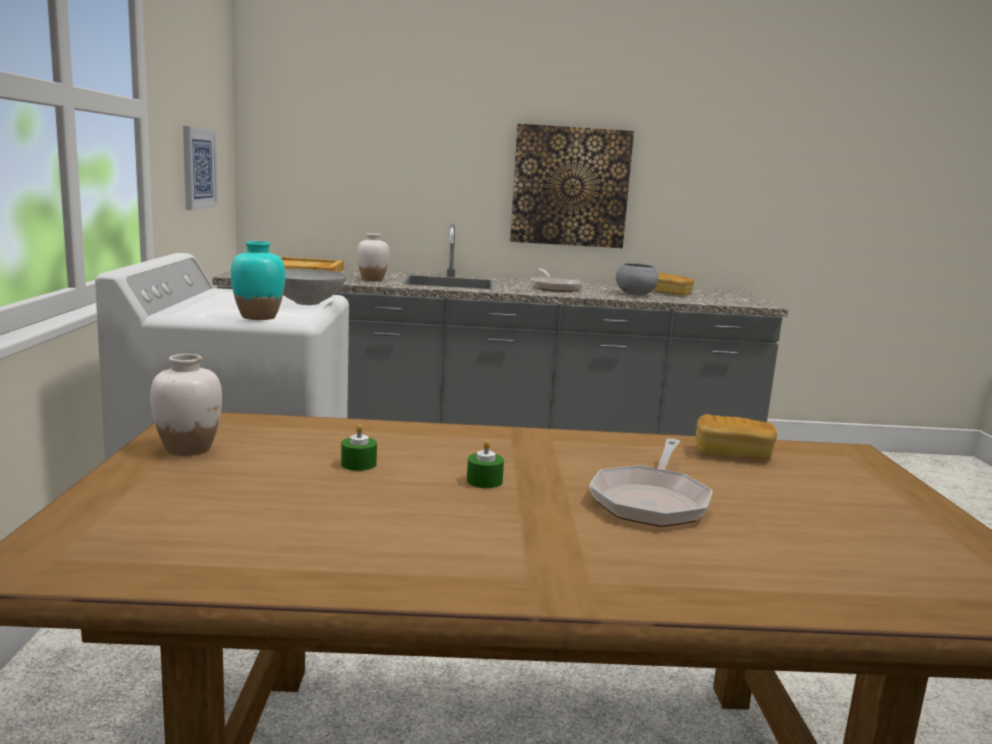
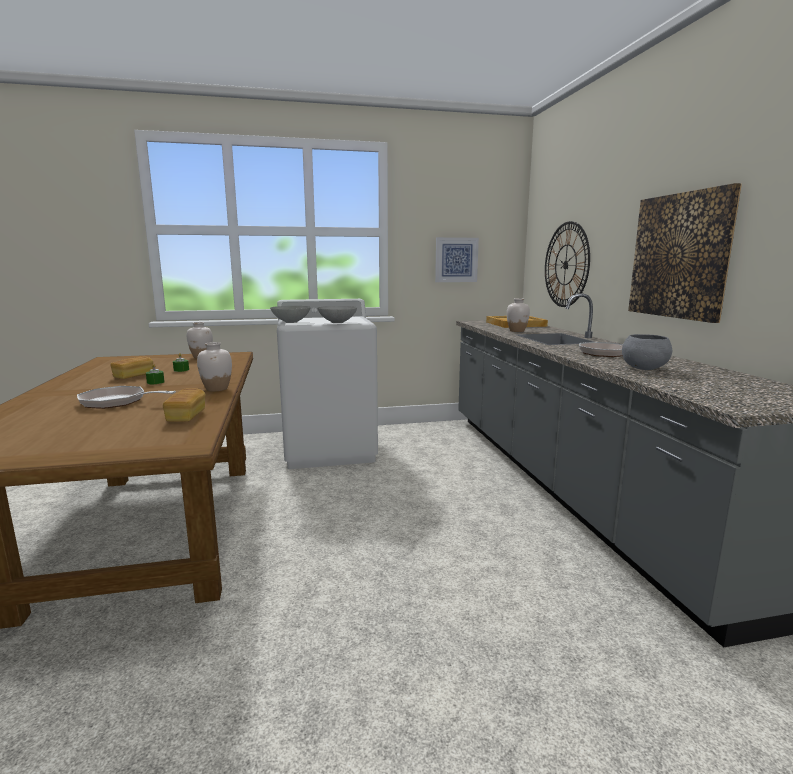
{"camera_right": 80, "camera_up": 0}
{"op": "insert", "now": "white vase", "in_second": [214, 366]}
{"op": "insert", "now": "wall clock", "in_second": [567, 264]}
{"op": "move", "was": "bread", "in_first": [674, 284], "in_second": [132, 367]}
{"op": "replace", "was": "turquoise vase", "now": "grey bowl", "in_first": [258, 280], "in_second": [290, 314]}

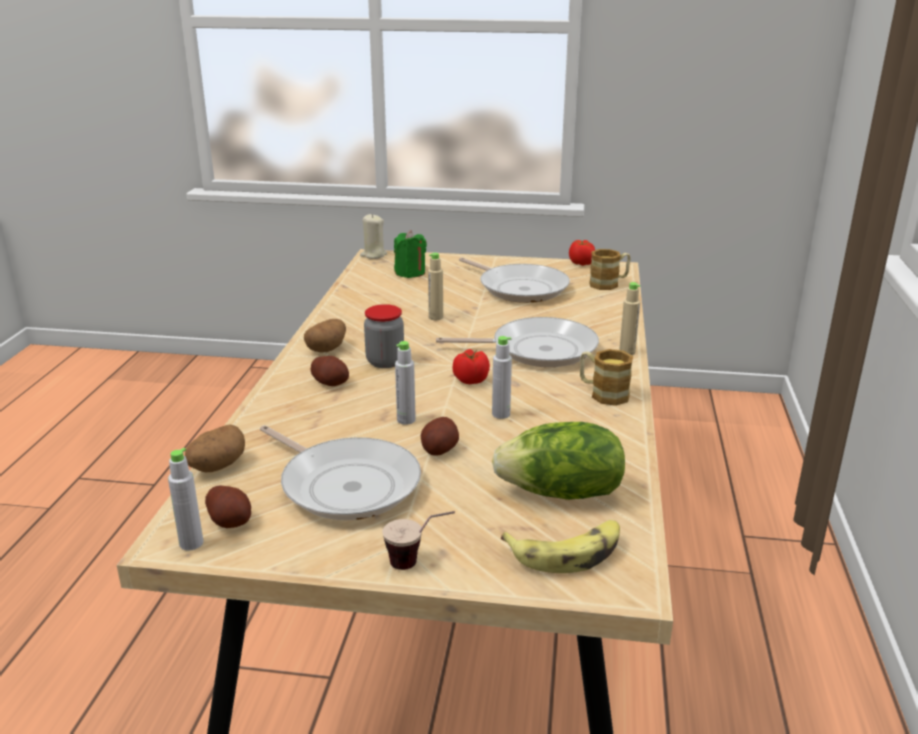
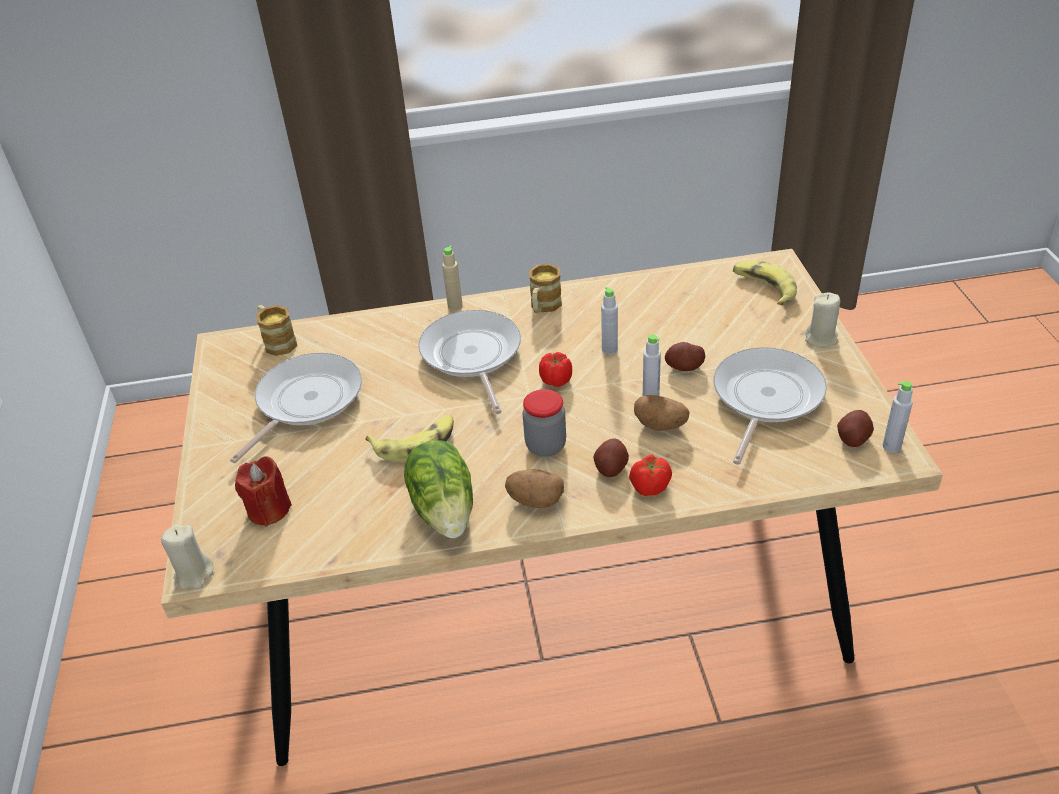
{"camera_right": -105, "camera_up": 15}
{"op": "move", "was": "potato", "in_first": [215, 448], "in_second": [662, 413]}
{"op": "move", "was": "lettuce", "in_first": [558, 461], "in_second": [438, 489]}
{"op": "move", "was": "tomato", "in_first": [582, 253], "in_second": [650, 475]}
{"op": "replace", "was": "cup", "now": "beige candle", "in_first": [418, 540], "in_second": [822, 320]}
{"op": "replace", "was": "beige bottle", "now": "banana", "in_first": [435, 286], "in_second": [410, 438]}
{"op": "recolor", "was": "green candle", "now": "red candle", "in_first": [410, 254], "in_second": [263, 491]}

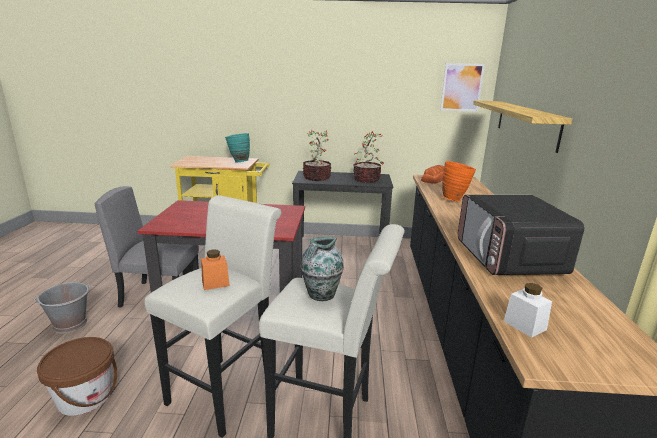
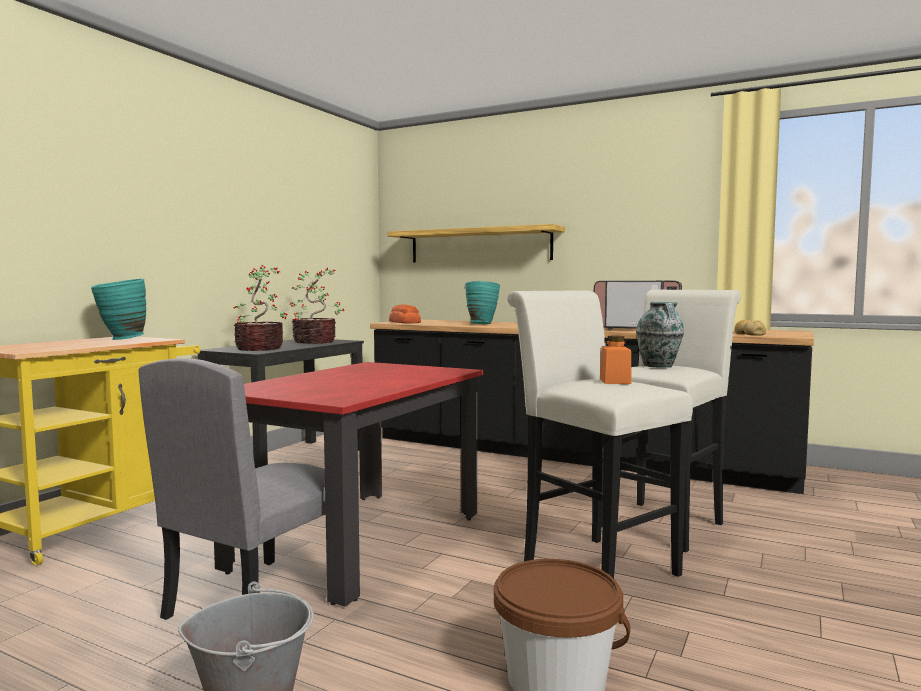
{"camera_right": -65, "camera_up": -15}
{"op": "delete", "was": "picture", "in_first": [462, 87]}
{"op": "replace", "was": "white jar", "now": "bread", "in_first": [528, 310], "in_second": [750, 328]}
{"op": "recolor", "was": "orange vase", "now": "turquoise vase", "in_first": [459, 181], "in_second": [482, 302]}

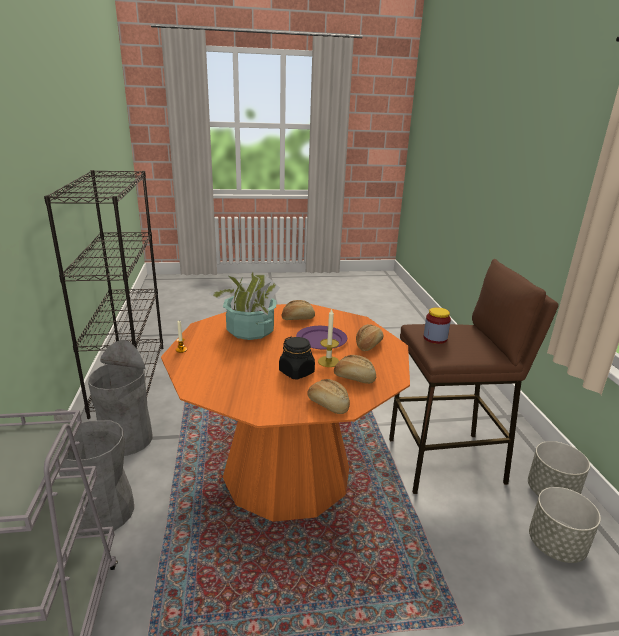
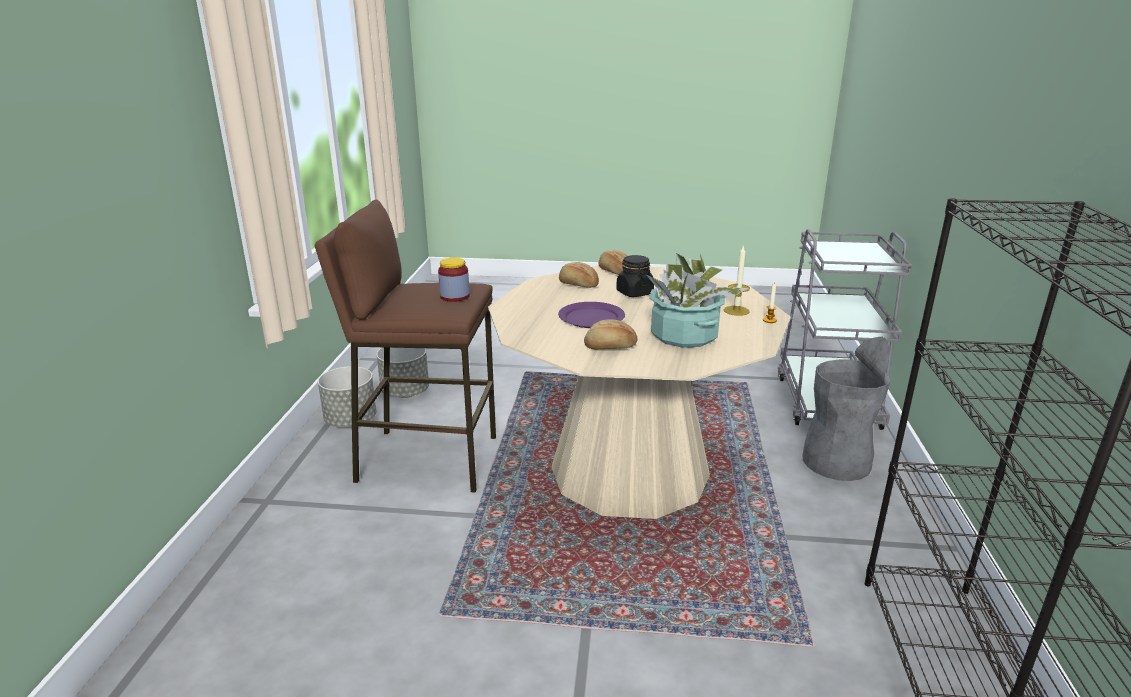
{"camera_right": -165, "camera_up": 0}
{"op": "delete", "was": "grey trash can", "in_first": [120, 398]}
{"op": "delete", "was": "bread", "in_first": [369, 337]}
{"op": "move", "was": "candle", "in_first": [328, 338], "in_second": [737, 280]}
{"op": "recolor", "was": "orange dining table", "now": "beige dining table", "in_first": [285, 413], "in_second": [639, 392]}

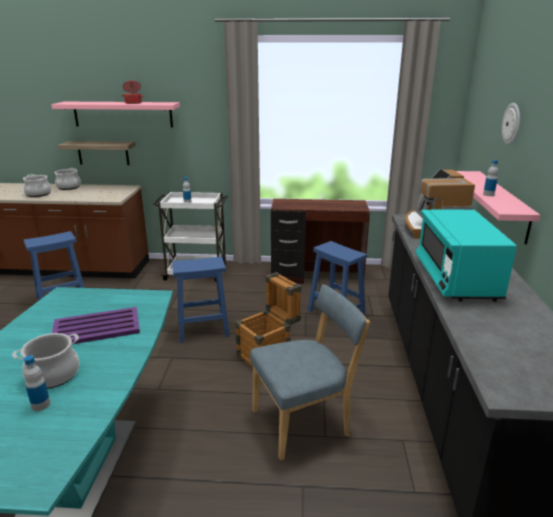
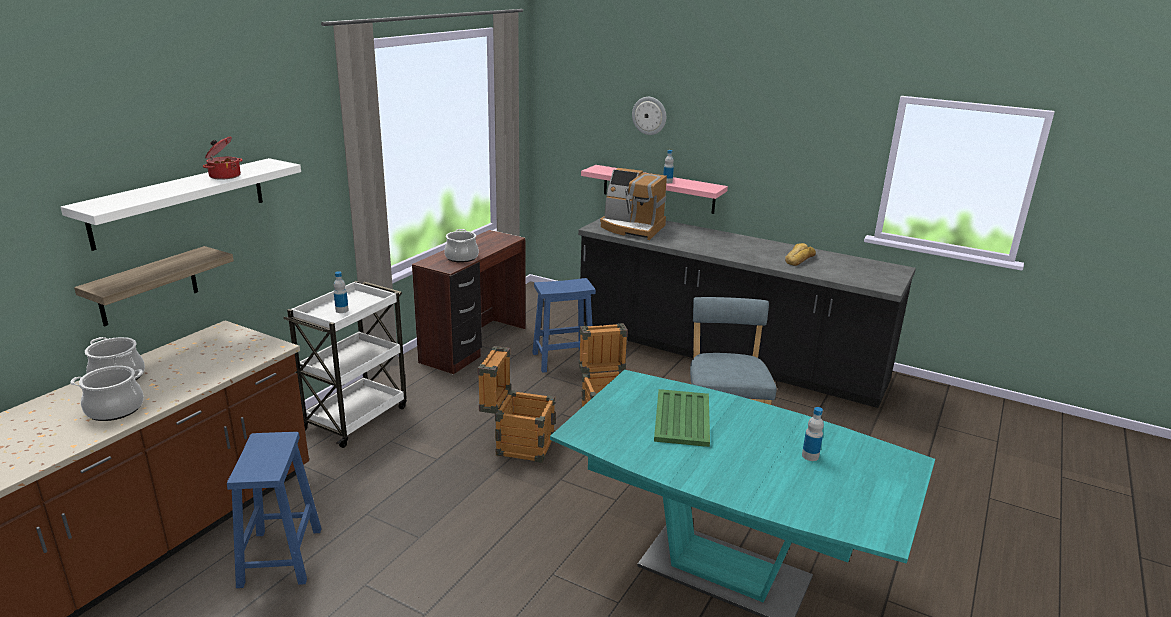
{"camera_right": -65, "camera_up": 0}
{"op": "delete", "was": "turquoise microwave", "in_first": [466, 256]}
{"op": "insert", "now": "bread", "in_second": [800, 254]}
{"op": "move", "was": "cooking pot", "in_first": [46, 361], "in_second": [461, 246]}
{"op": "replace", "was": "blue stool", "now": "crate", "in_first": [201, 300], "in_second": [517, 404]}
{"op": "recolor", "was": "pink shelf", "now": "white shelf", "in_first": [115, 114], "in_second": [181, 204]}
{"op": "recolor", "was": "purple tray", "now": "green tray", "in_first": [96, 325], "in_second": [682, 418]}

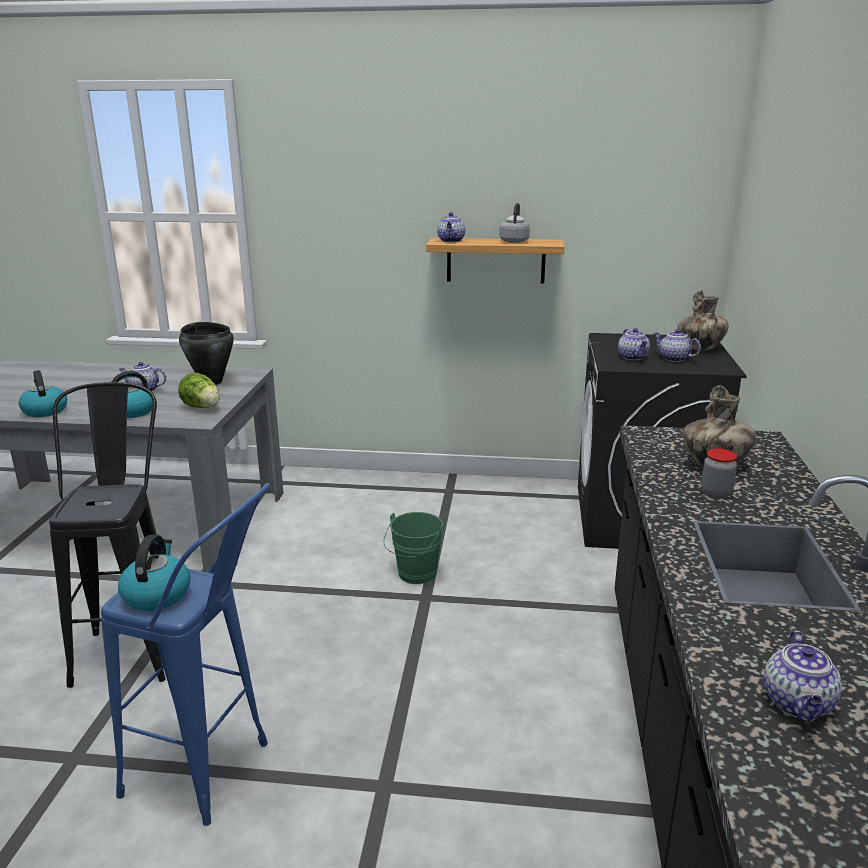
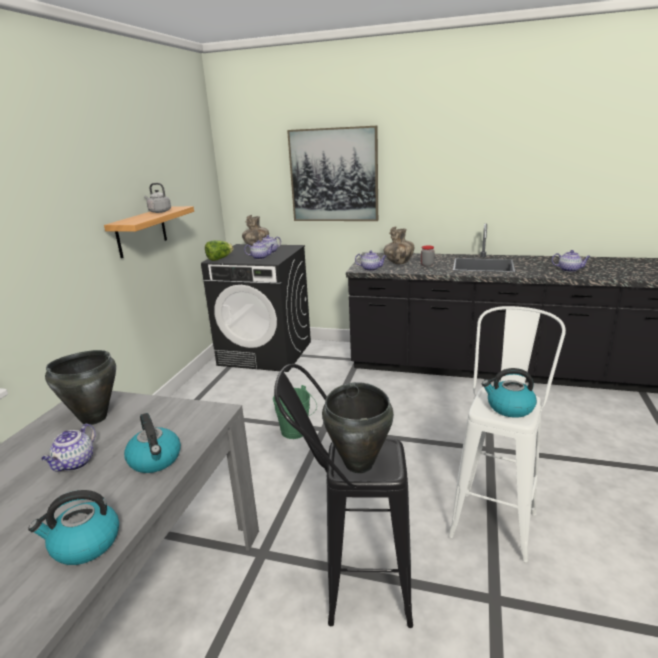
{"camera_right": -80, "camera_up": 0}
{"op": "insert", "now": "picture", "in_second": [332, 173]}
{"op": "insert", "now": "black cooking pot", "in_second": [358, 427]}
{"op": "move", "was": "lettuce", "in_first": [199, 390], "in_second": [219, 250]}
{"op": "move", "was": "teapot", "in_first": [451, 227], "in_second": [371, 261]}
{"op": "recolor", "was": "blue stool", "now": "white stool", "in_first": [185, 654], "in_second": [507, 434]}

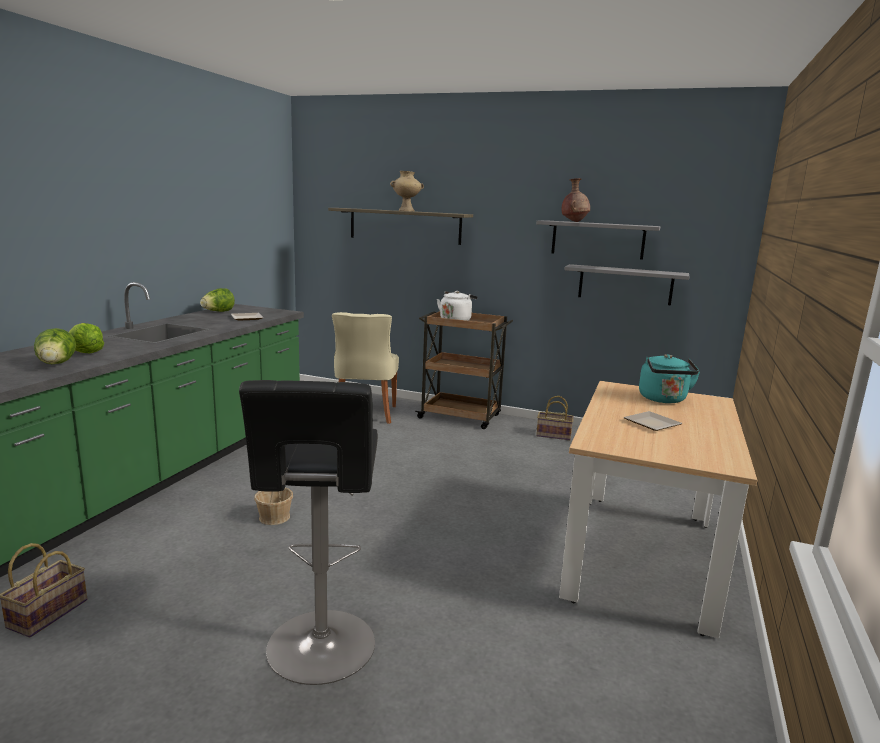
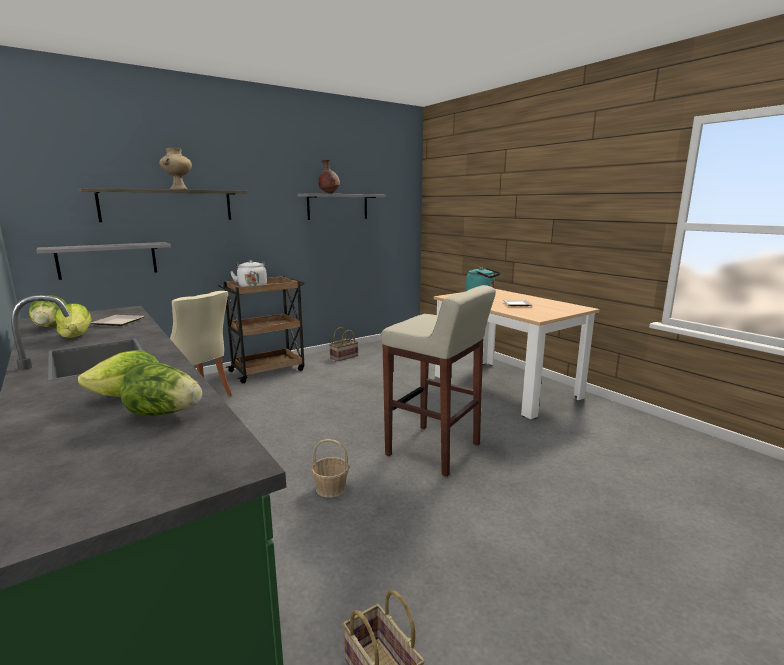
{"camera_right": -55, "camera_up": 0}
{"op": "delete", "was": "black stool", "in_first": [308, 532]}
{"op": "insert", "now": "lettuce", "in_second": [74, 321]}
{"op": "insert", "now": "beige stool", "in_second": [438, 381]}
{"op": "move", "was": "grey shelf", "in_first": [627, 285], "in_second": [103, 261]}

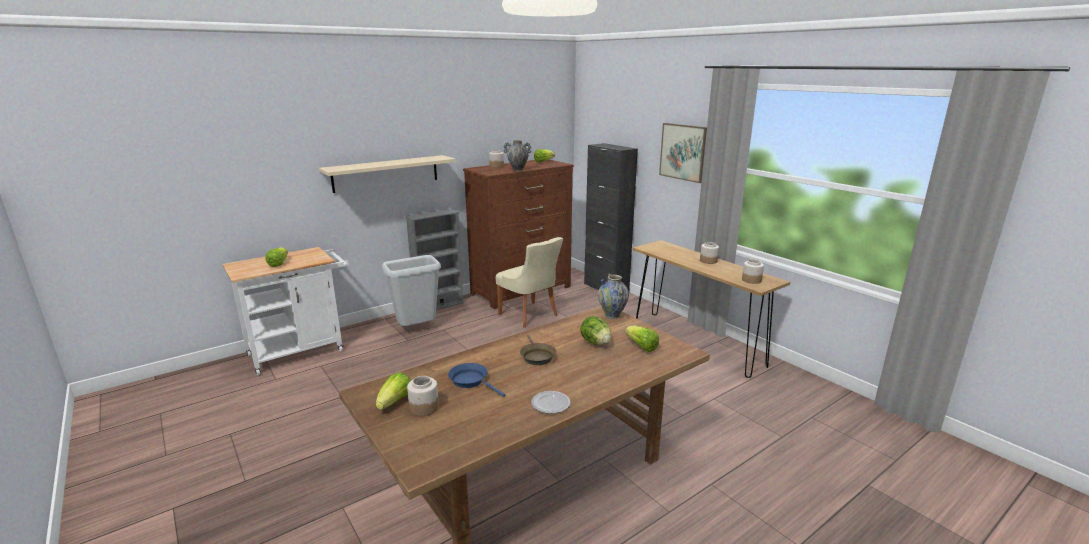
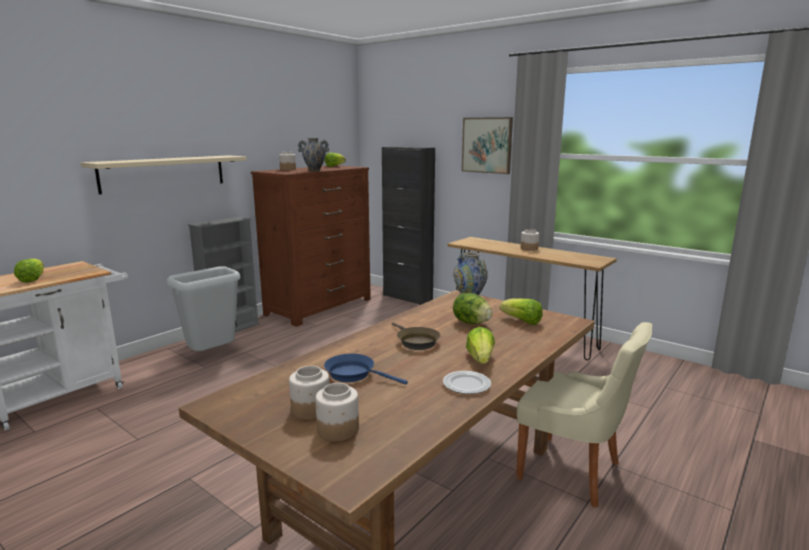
{"camera_right": -15, "camera_up": -5}
{"op": "move", "was": "lettuce", "in_first": [393, 391], "in_second": [480, 345]}
{"op": "move", "was": "beige chair", "in_first": [529, 282], "in_second": [584, 414]}
{"op": "move", "was": "jar", "in_first": [753, 271], "in_second": [337, 412]}

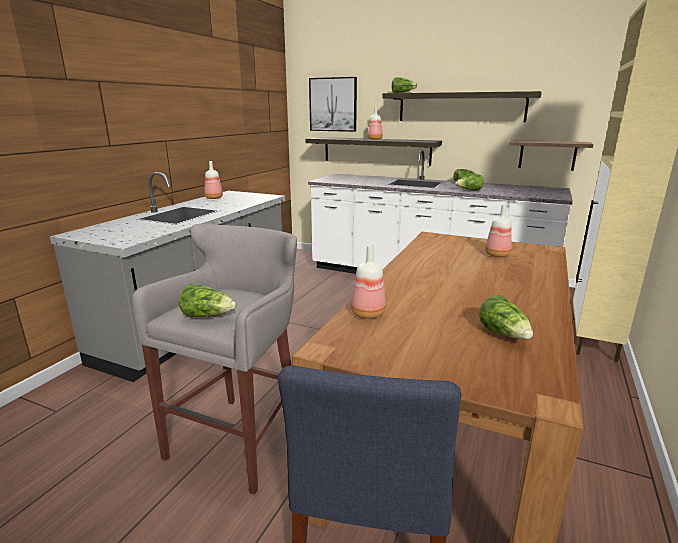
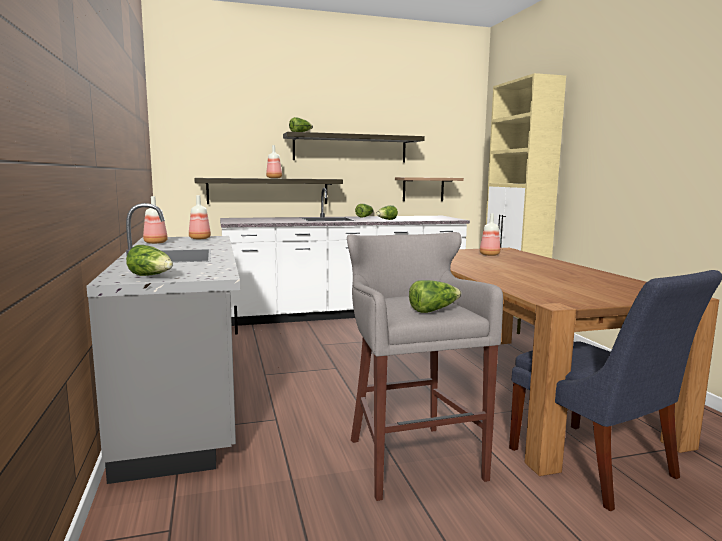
{"camera_right": -40, "camera_up": -10}
{"op": "delete", "was": "picture", "in_first": [333, 104]}
{"op": "move", "was": "bottle", "in_first": [368, 282], "in_second": [200, 217]}
{"op": "move", "was": "lettuce", "in_first": [506, 317], "in_second": [149, 260]}

